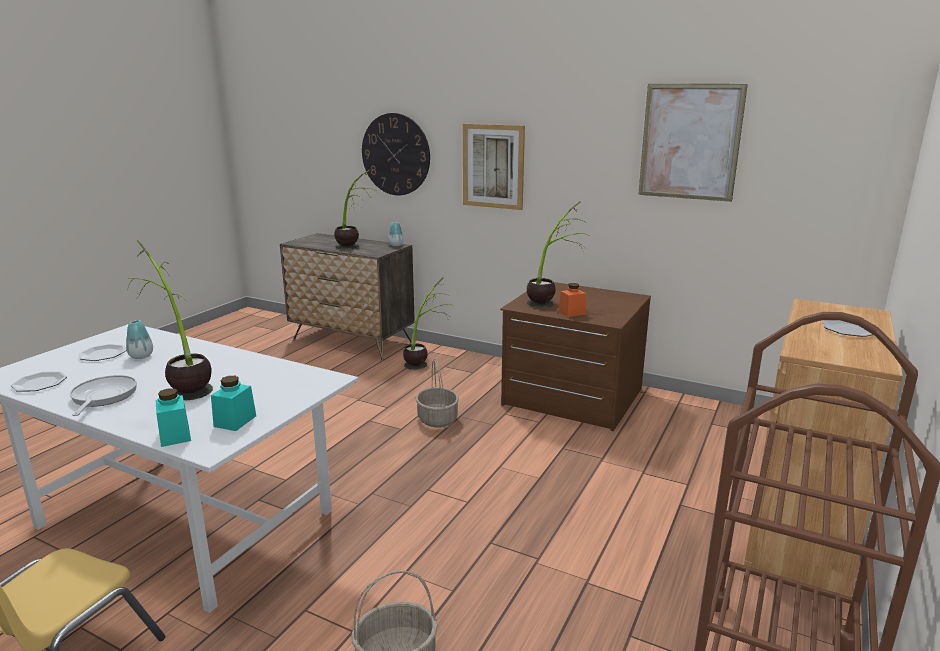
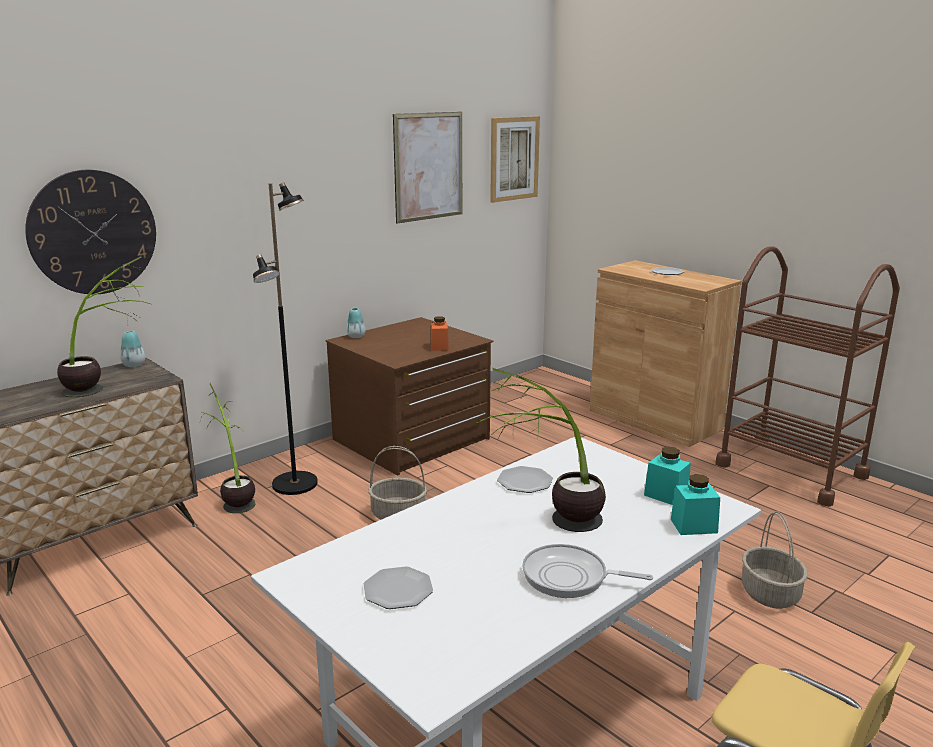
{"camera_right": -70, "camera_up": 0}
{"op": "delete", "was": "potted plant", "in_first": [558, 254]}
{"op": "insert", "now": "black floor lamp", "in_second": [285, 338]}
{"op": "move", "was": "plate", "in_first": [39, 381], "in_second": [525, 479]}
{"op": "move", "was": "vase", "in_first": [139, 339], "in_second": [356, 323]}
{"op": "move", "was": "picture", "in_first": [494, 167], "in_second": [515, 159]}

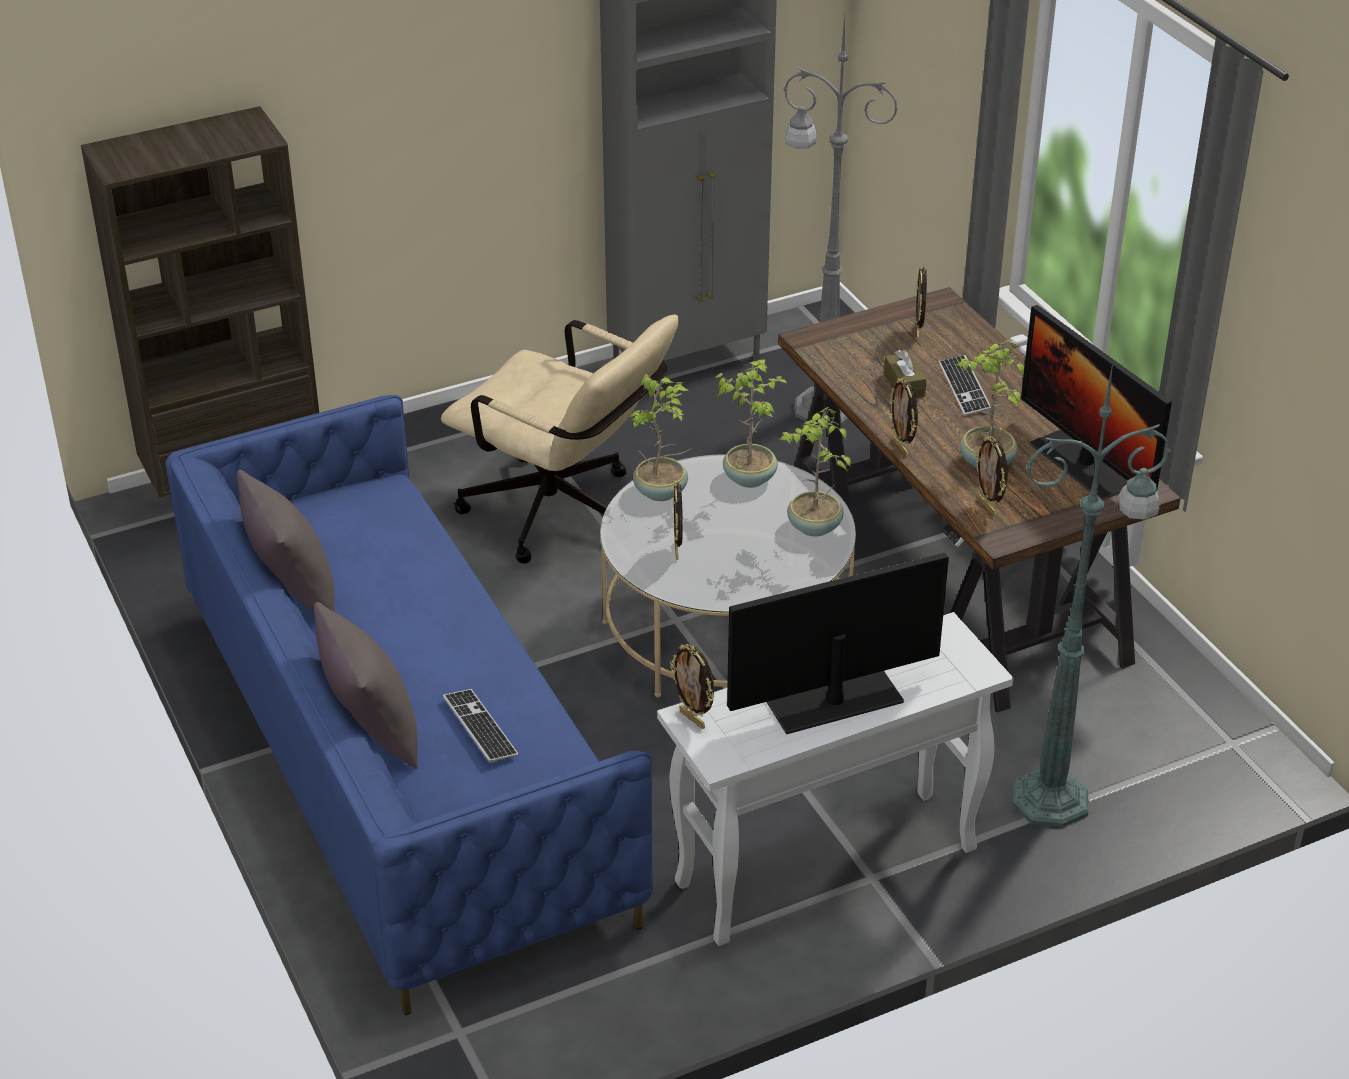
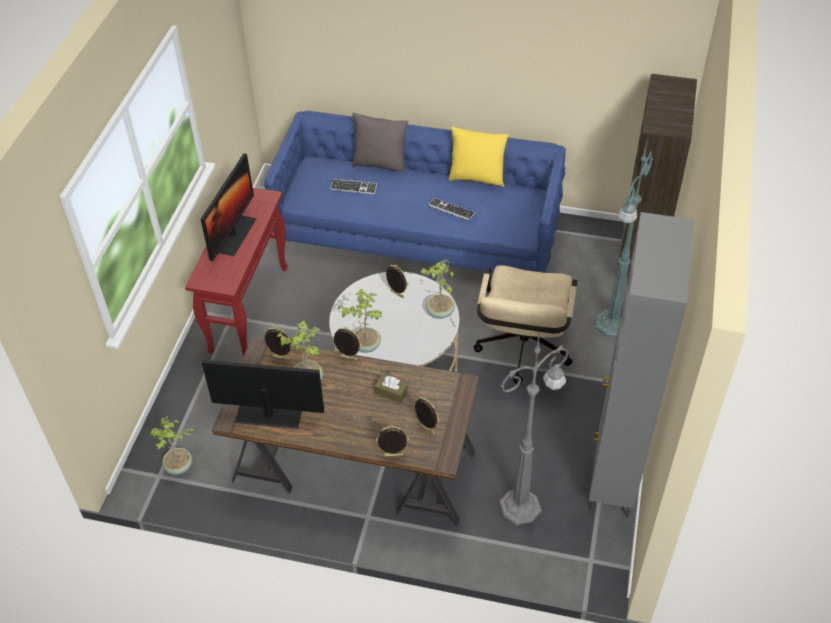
{"camera_right": 130, "camera_up": 10}
{"op": "move", "was": "picture frame", "in_first": [692, 686], "in_second": [392, 441]}
{"op": "move", "was": "potted plant", "in_first": [751, 423], "in_second": [172, 445]}
{"op": "move", "was": "keyboard", "in_first": [965, 385], "in_second": [451, 209]}
{"op": "move", "was": "green floor lamp", "in_first": [1091, 595], "in_second": [624, 237]}
{"op": "recolor", "was": "grey pillow", "now": "yellow pillow", "in_first": [286, 541], "in_second": [478, 156]}
{"op": "recolor", "was": "white console table", "now": "red console table", "in_first": [835, 779], "in_second": [236, 272]}
{"op": "rotate", "was": "beige office chair", "in_first": [559, 439], "in_second": [525, 324], "clockwise": -60}

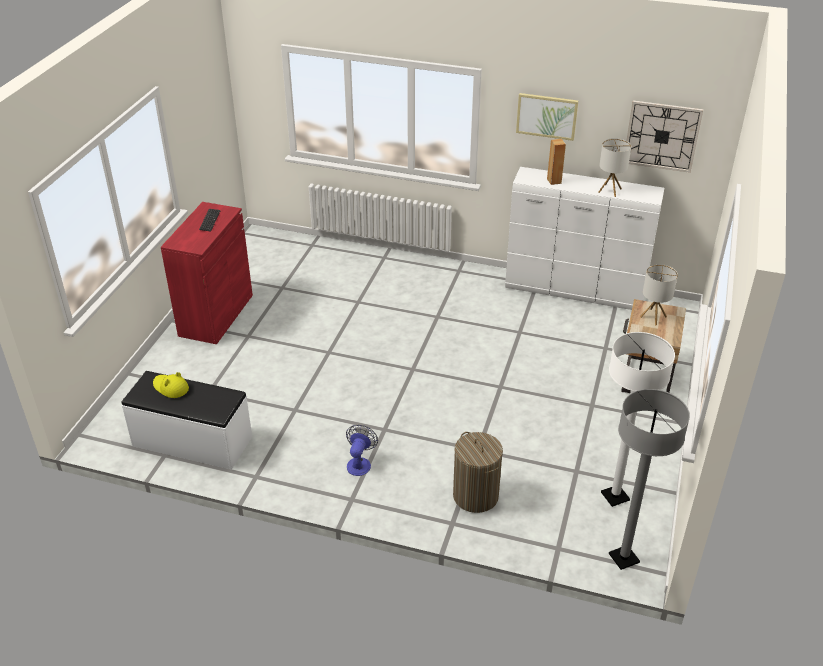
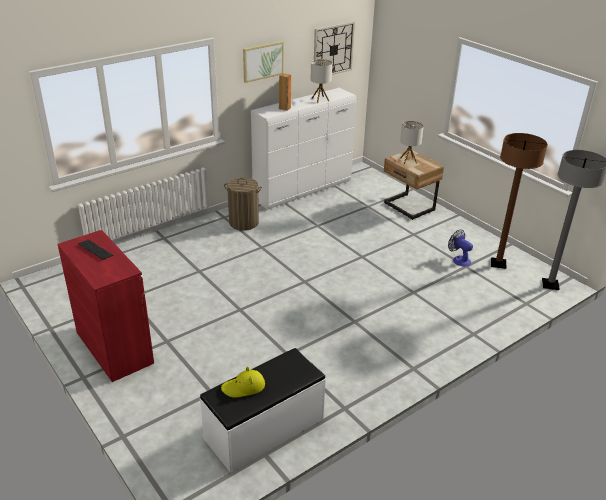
{"camera_right": -55, "camera_up": -5}
{"op": "move", "was": "fan", "in_first": [362, 450], "in_second": [460, 248]}
{"op": "move", "was": "laundry basket", "in_first": [478, 472], "in_second": [243, 204]}
{"op": "recolor", "was": "white floor lamp", "now": "brown floor lamp", "in_first": [638, 419], "in_second": [519, 201]}

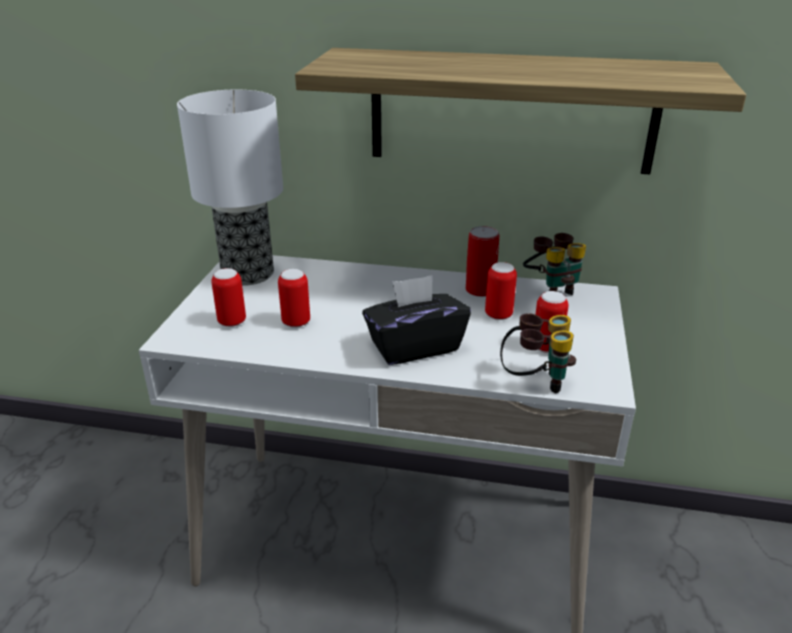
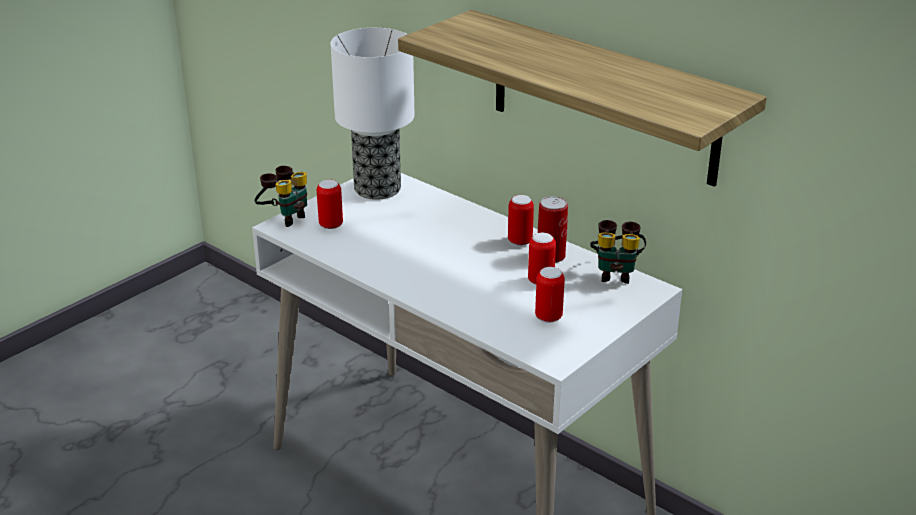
{"camera_right": 30, "camera_up": 0}
{"op": "delete", "was": "black tissue box", "in_first": [416, 320]}
{"op": "move", "was": "can", "in_first": [294, 298], "in_second": [521, 220]}
{"op": "move", "was": "binoculars", "in_first": [538, 353], "in_second": [280, 196]}

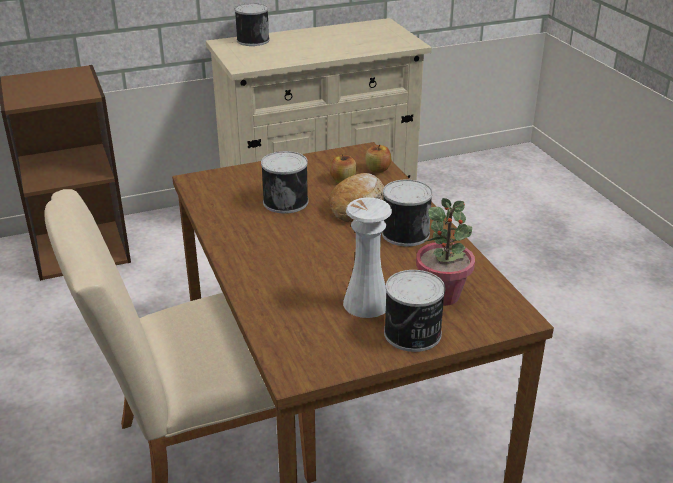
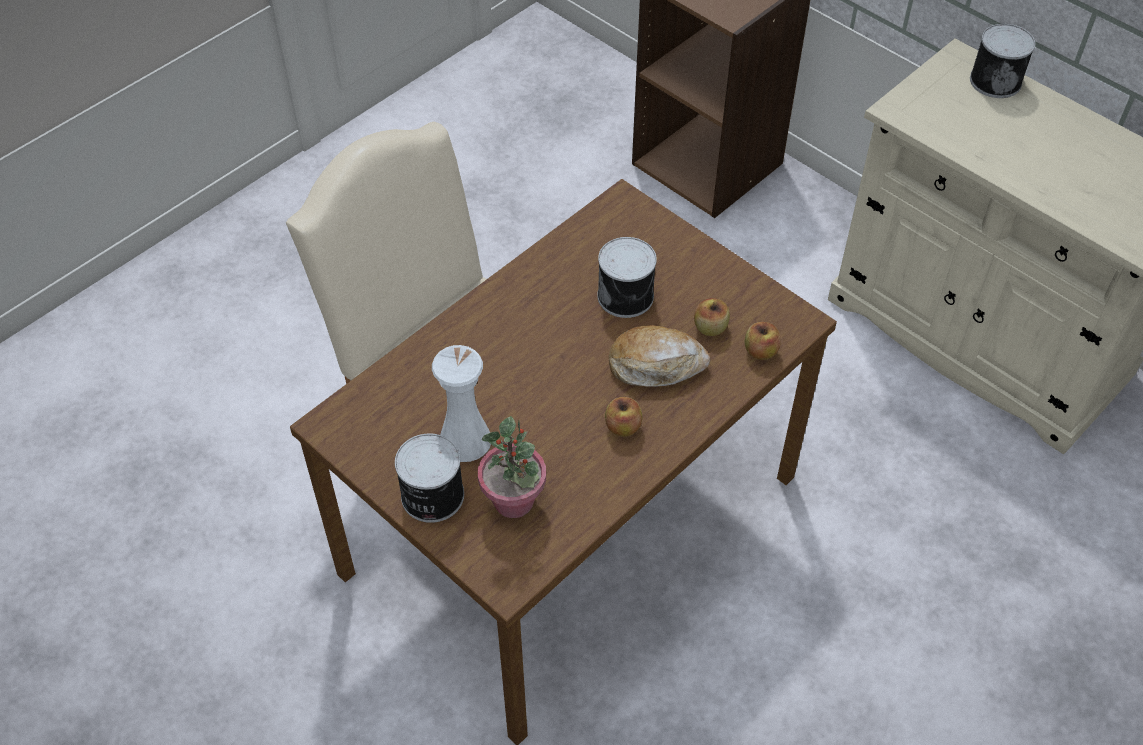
{"camera_right": 65, "camera_up": 20}
{"op": "replace", "was": "can", "now": "apple", "in_first": [407, 213], "in_second": [623, 417]}

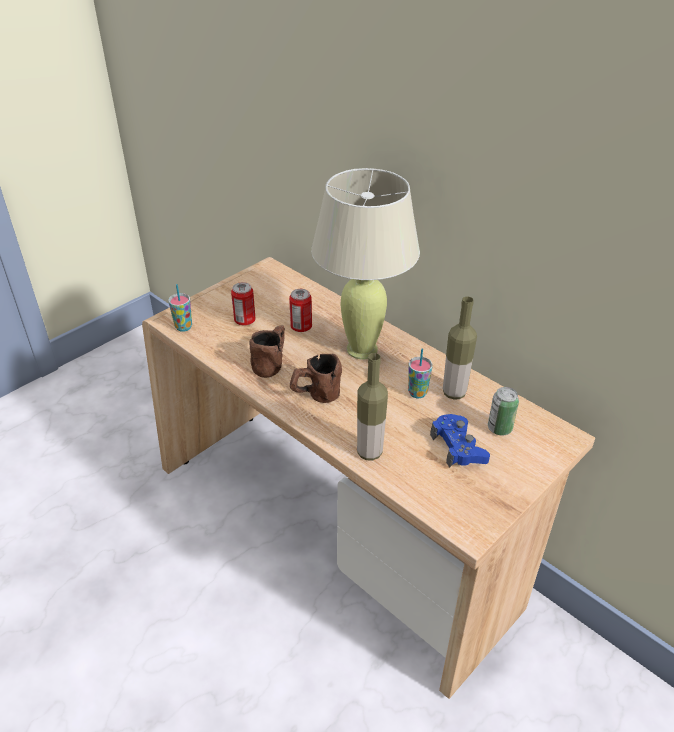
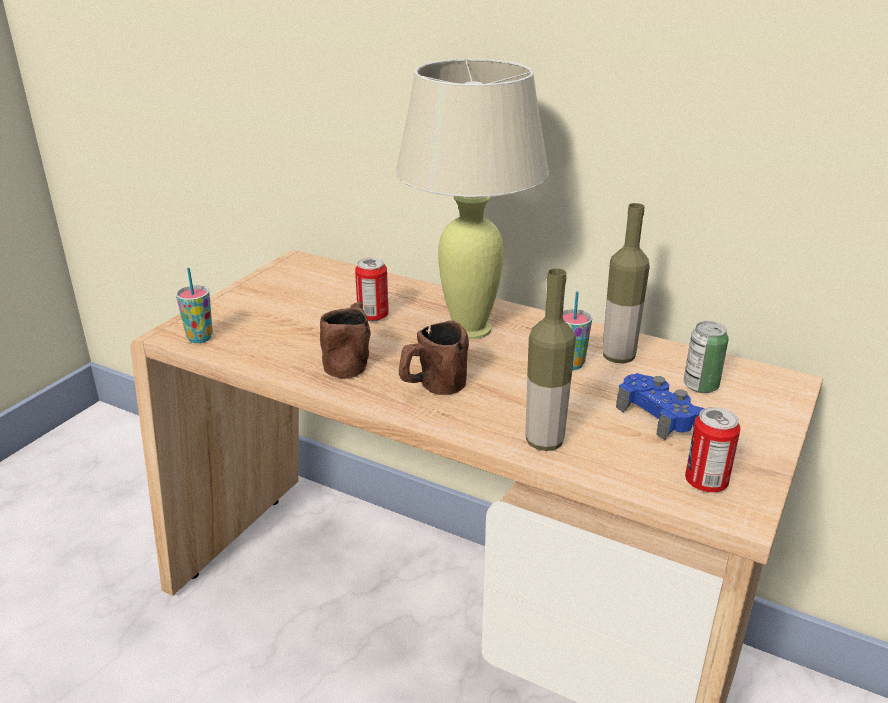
{"camera_right": -15, "camera_up": -10}
{"op": "move", "was": "can", "in_first": [243, 304], "in_second": [713, 449]}

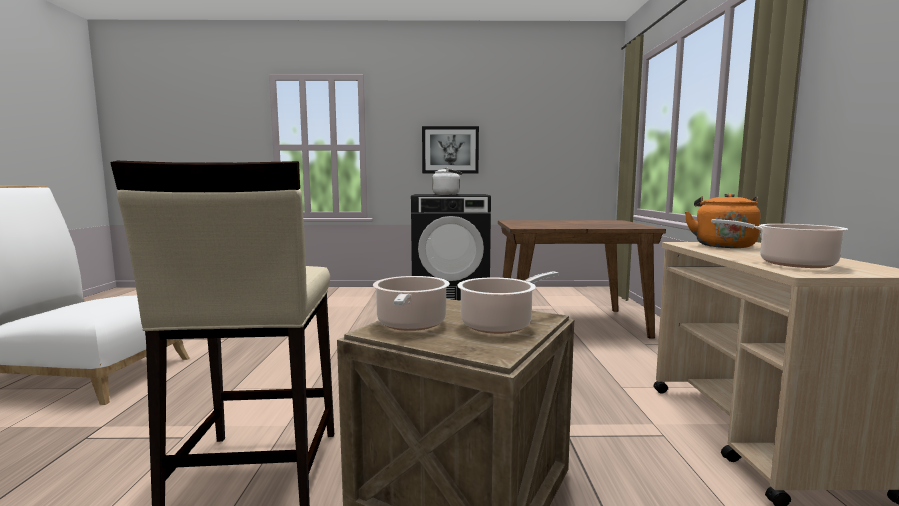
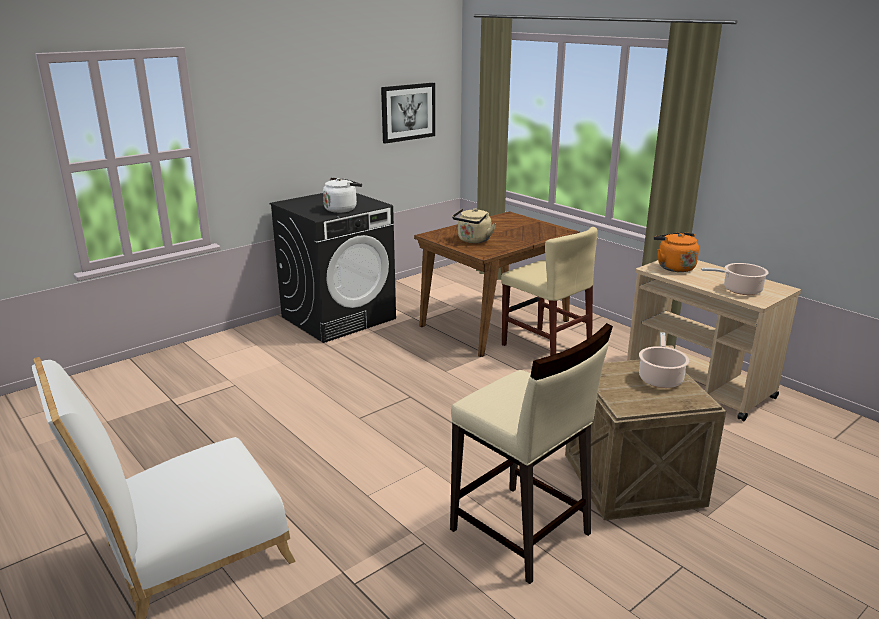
{"camera_right": -40, "camera_up": 15}
{"op": "delete", "was": "cooking pot", "in_first": [411, 303]}
{"op": "insert", "now": "beige kettle", "in_second": [474, 225]}
{"op": "insert", "now": "beige chair", "in_second": [549, 291]}
{"op": "move", "was": "picture", "in_first": [450, 150], "in_second": [408, 113]}

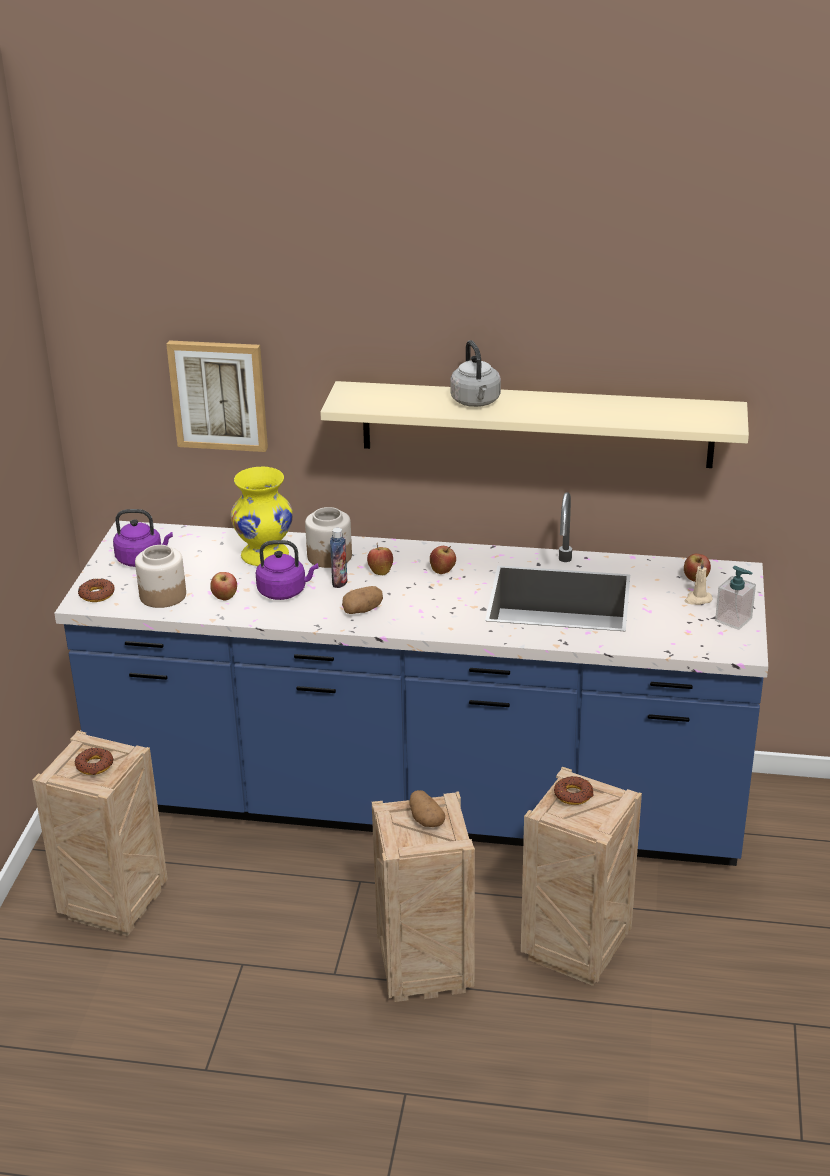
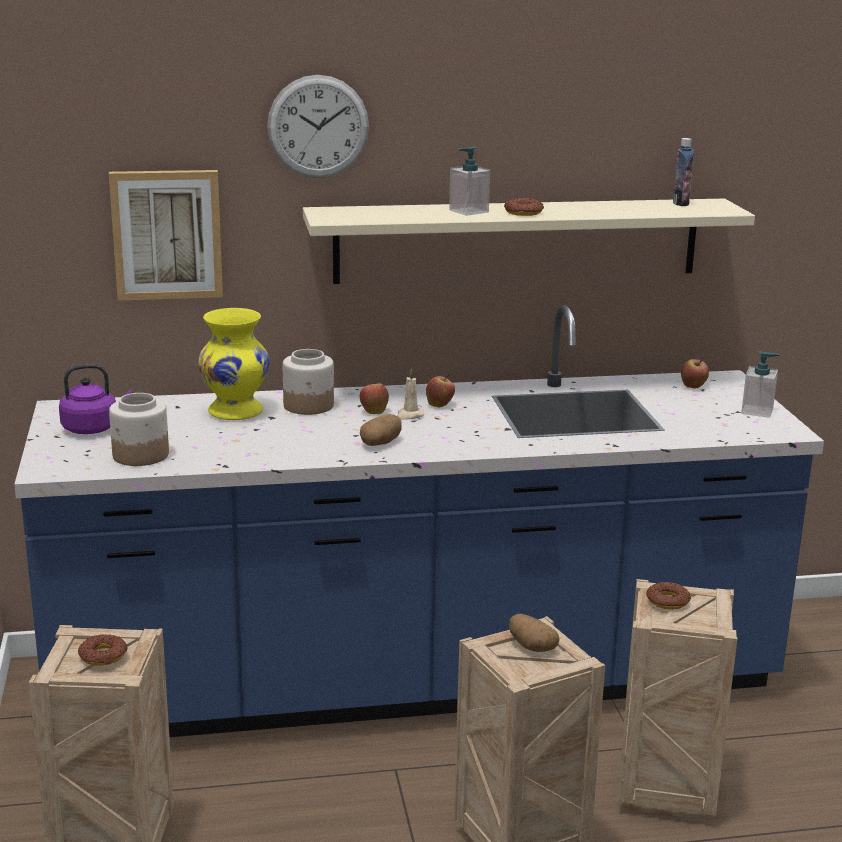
{"camera_right": -20, "camera_up": -10}
{"op": "delete", "was": "apple", "in_first": [223, 586]}
{"op": "delete", "was": "purple kettle", "in_first": [287, 570]}
{"op": "insert", "now": "wall clock", "in_second": [318, 126]}
{"op": "move", "was": "donut", "in_first": [96, 590], "in_second": [524, 207]}
{"op": "move", "was": "bottle", "in_first": [338, 558], "in_second": [683, 172]}
{"op": "move", "was": "beige candle", "in_first": [698, 582], "in_second": [411, 394]}
{"op": "replace", "was": "grey kettle", "now": "soap dispenser", "in_first": [475, 373], "in_second": [469, 181]}

